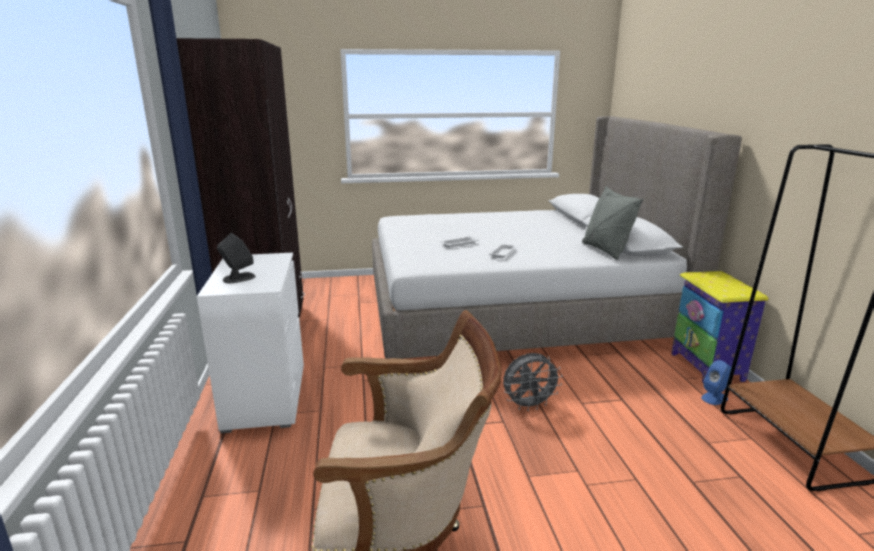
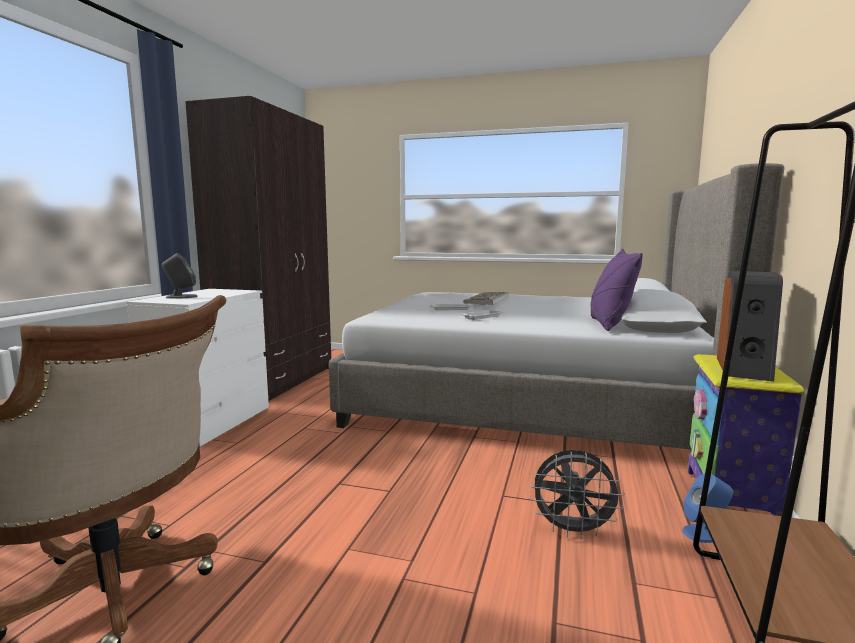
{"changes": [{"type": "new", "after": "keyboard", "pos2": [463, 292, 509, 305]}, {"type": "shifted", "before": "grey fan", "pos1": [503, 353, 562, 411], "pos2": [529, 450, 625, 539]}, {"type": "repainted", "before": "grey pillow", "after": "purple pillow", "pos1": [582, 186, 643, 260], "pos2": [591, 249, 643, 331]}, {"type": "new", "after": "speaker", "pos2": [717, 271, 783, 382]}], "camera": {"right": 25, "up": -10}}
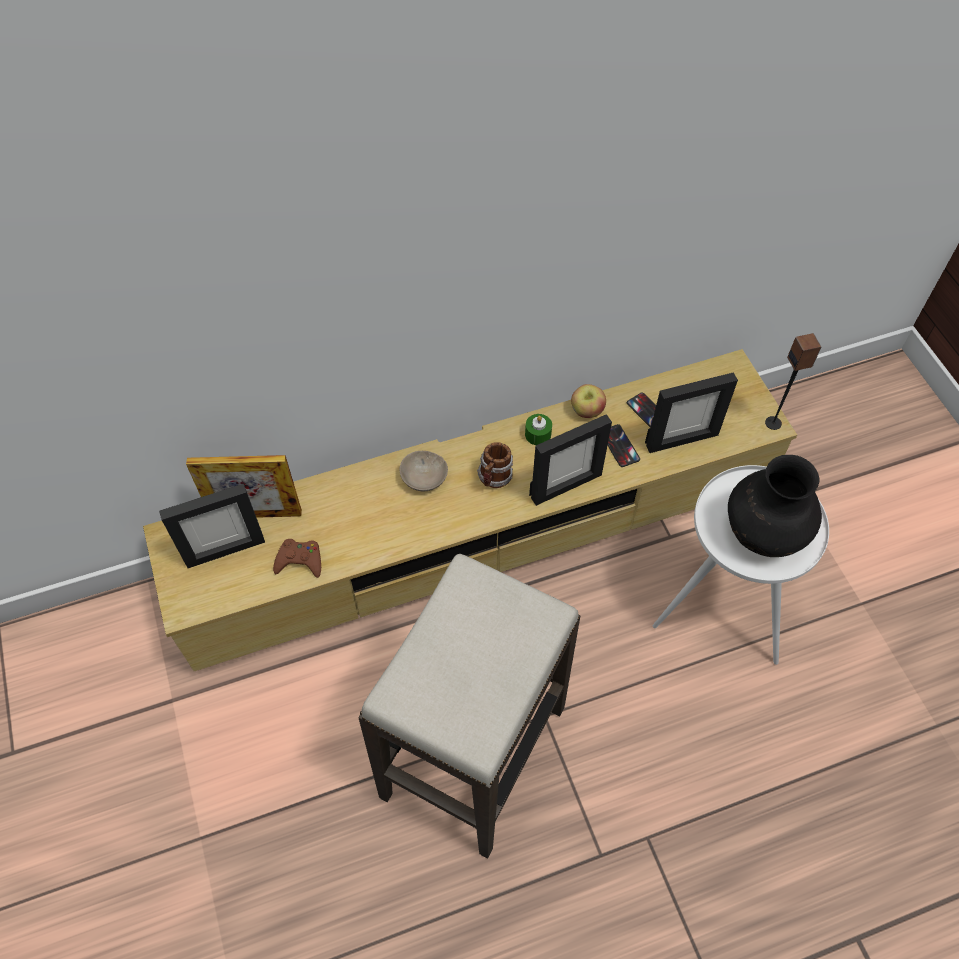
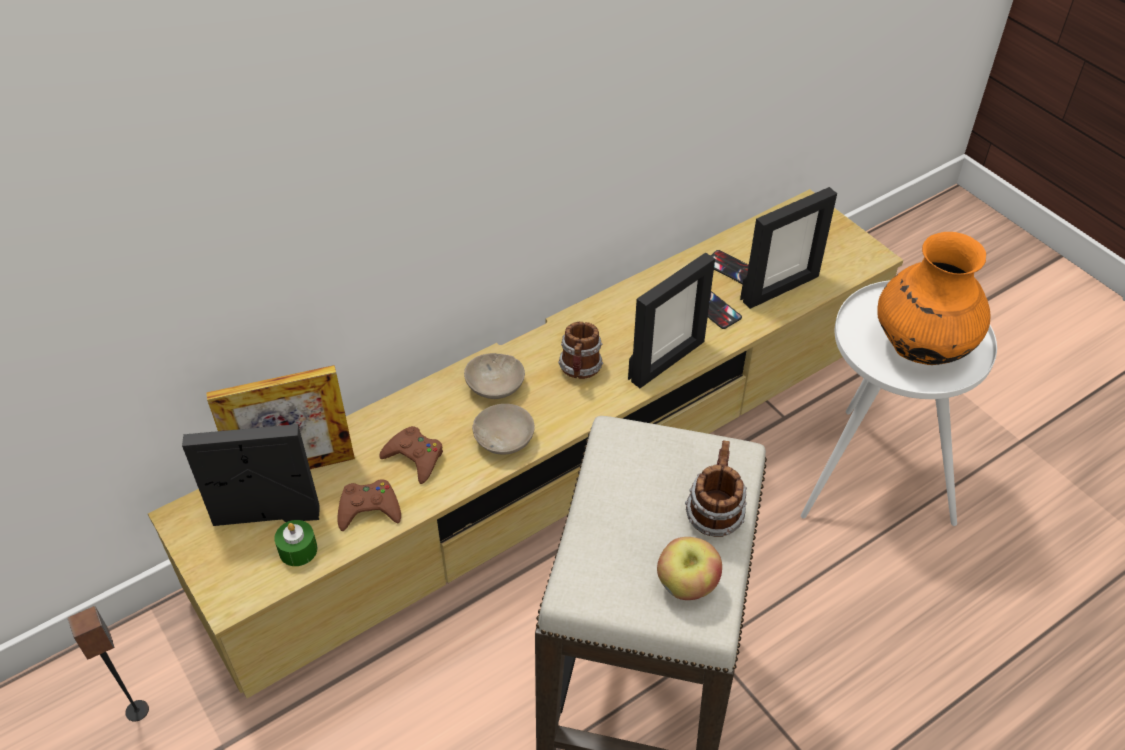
{"changes": [{"type": "shifted", "before": "speaker", "pos1": [765, 333, 821, 430], "pos2": [68, 606, 149, 722]}, {"type": "rotated", "before": "picture frame", "pos1": [159, 484, 265, 568], "pos2": [182, 424, 320, 526], "turn": -150}, {"type": "shifted", "before": "green candle", "pos1": [525, 414, 552, 445], "pos2": [274, 520, 318, 566]}, {"type": "new", "after": "brown game controller", "pos2": [379, 426, 443, 484]}, {"type": "new", "after": "beige bowl", "pos2": [472, 404, 534, 455]}, {"type": "shifted", "before": "apple", "pos1": [571, 384, 606, 418], "pos2": [657, 537, 722, 600]}, {"type": "new", "after": "mug", "pos2": [685, 440, 747, 537]}, {"type": "repainted", "before": "black vase", "after": "orange vase", "pos1": [728, 455, 822, 557], "pos2": [877, 232, 991, 365]}], "camera": {"right": -15, "up": -10}}
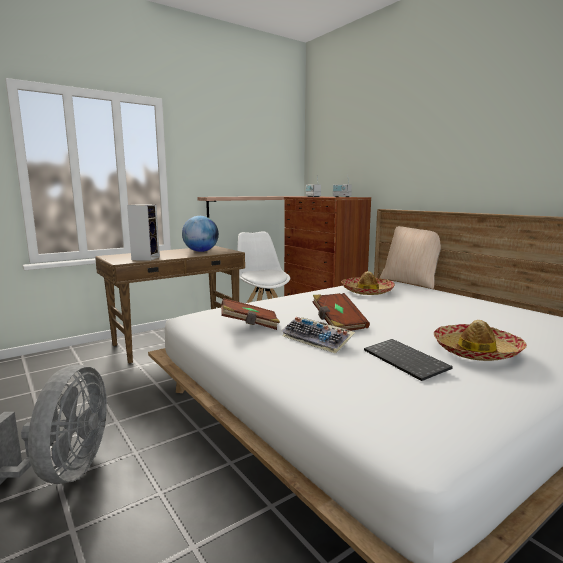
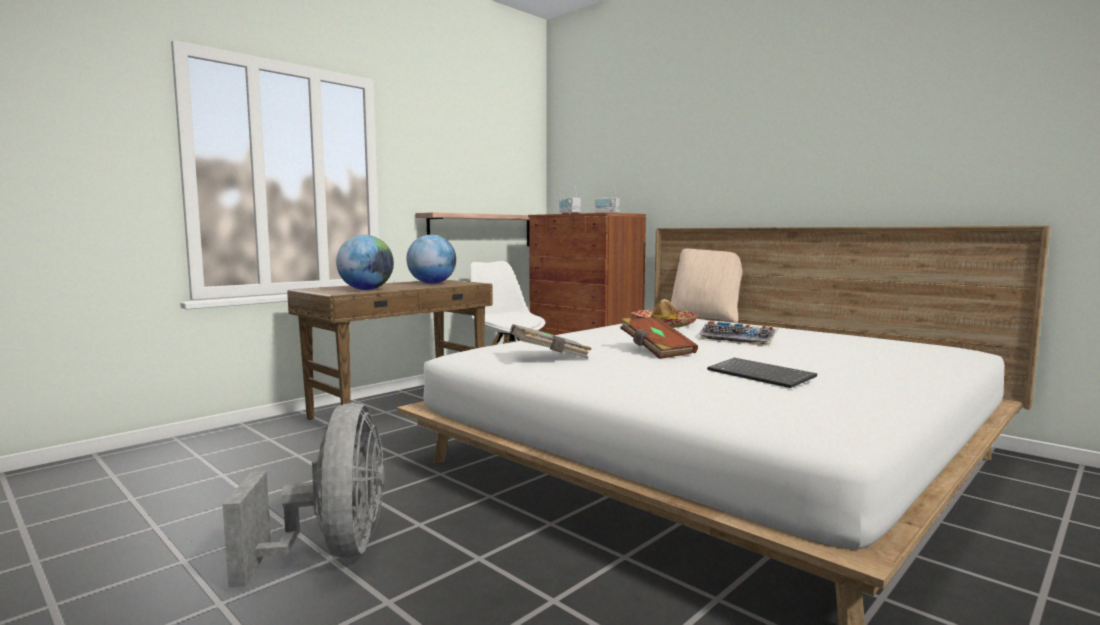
{"changes": [{"type": "swapped", "before": "speaker", "after": "globe", "pos1": [127, 204, 160, 261], "pos2": [336, 235, 394, 290]}, {"type": "repainted", "before": "brown book", "after": "grey book", "pos1": [221, 298, 280, 330], "pos2": [510, 324, 592, 359]}, {"type": "shifted", "before": "keyboard", "pos1": [282, 317, 355, 354], "pos2": [698, 321, 778, 346]}, {"type": "gone", "before": "hat", "pos1": [434, 320, 527, 361]}], "camera": {"right": -10, "up": -5}}
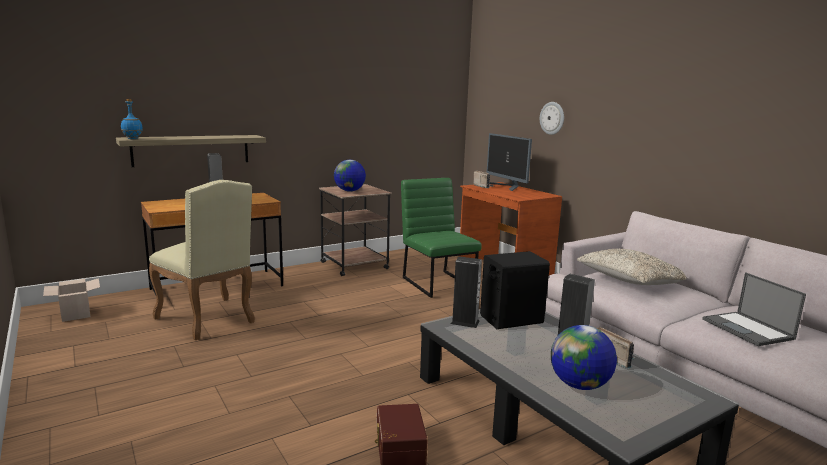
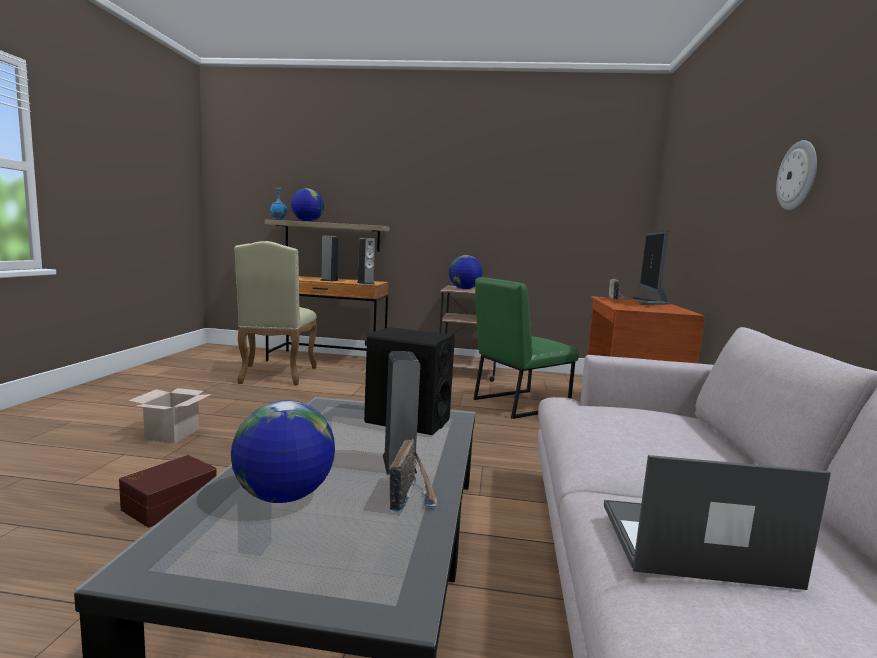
{"changes": [{"type": "shifted", "before": "cardboard box", "pos1": [43, 278, 100, 322], "pos2": [128, 388, 212, 444]}, {"type": "new", "after": "globe", "pos2": [291, 189, 324, 222]}, {"type": "shifted", "before": "speaker", "pos1": [451, 256, 482, 328], "pos2": [357, 238, 375, 284]}, {"type": "rotated", "before": "green chair", "pos1": [401, 178, 482, 298], "pos2": [474, 277, 579, 419], "turn": -135}, {"type": "rotated", "before": "laptop", "pos1": [702, 272, 806, 346], "pos2": [604, 455, 831, 590], "turn": 75}, {"type": "shifted", "before": "wall clock", "pos1": [540, 102, 564, 135], "pos2": [776, 140, 817, 210]}, {"type": "gone", "before": "beige pillow", "pos1": [577, 249, 686, 285]}], "camera": {"right": 40, "up": -5}}
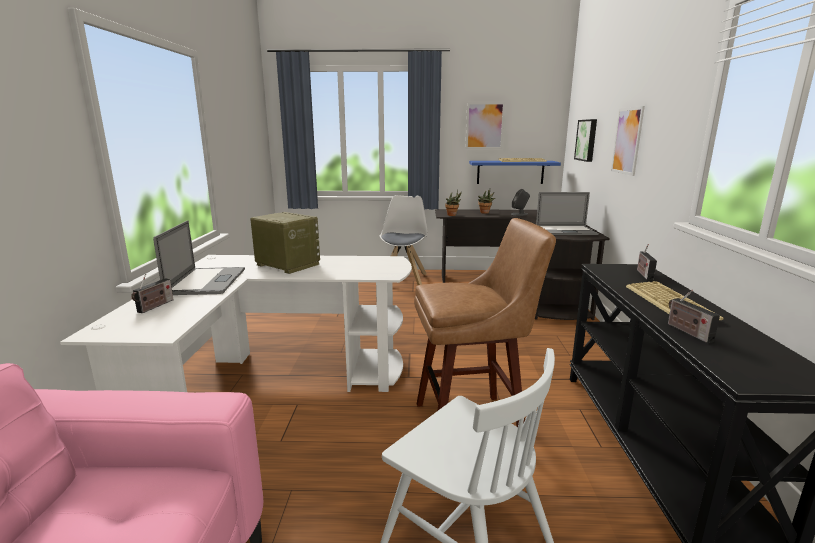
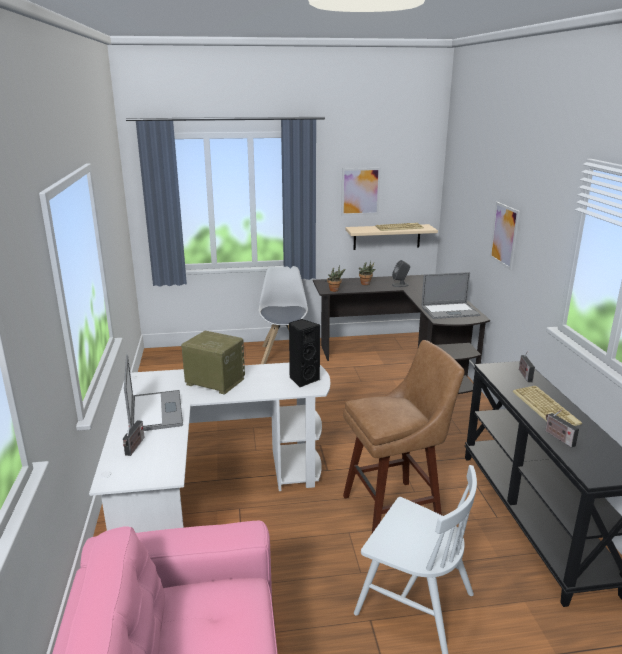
{"changes": [{"type": "new", "after": "black speaker", "pos2": [289, 319, 320, 387]}, {"type": "repainted", "before": "blue shelf", "after": "beige shelf", "pos1": [469, 161, 561, 184], "pos2": [345, 224, 438, 250]}, {"type": "gone", "before": "picture", "pos1": [574, 119, 597, 162]}], "camera": {"right": -10, "up": 5}}
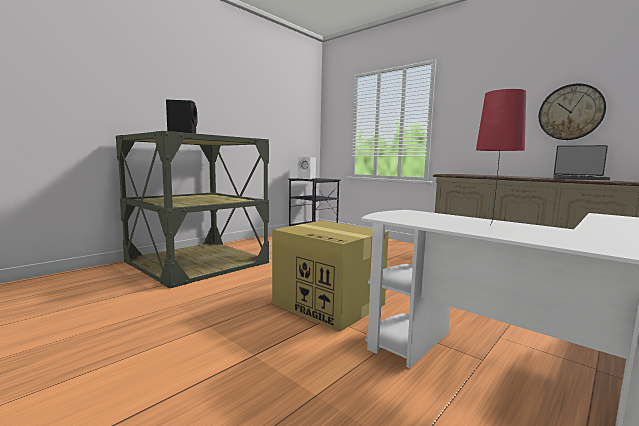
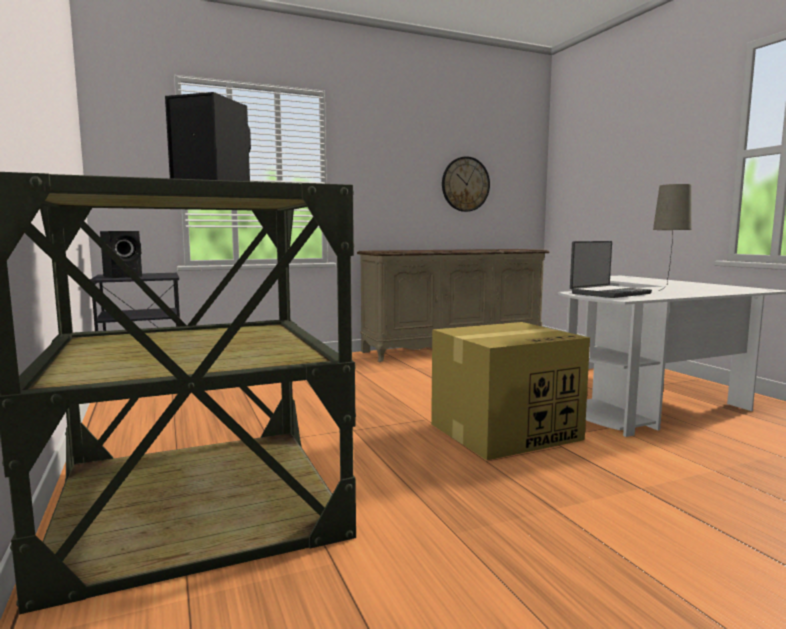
{"changes": [{"type": "repainted", "before": "white speaker", "after": "black speaker", "pos1": [298, 157, 316, 179], "pos2": [100, 231, 142, 278]}, {"type": "shifted", "before": "laptop", "pos1": [554, 145, 610, 180], "pos2": [570, 241, 652, 298]}, {"type": "repainted", "before": "red table lamp", "after": "beige table lamp", "pos1": [476, 89, 526, 225], "pos2": [653, 184, 691, 291]}], "camera": {"right": -65, "up": 0}}
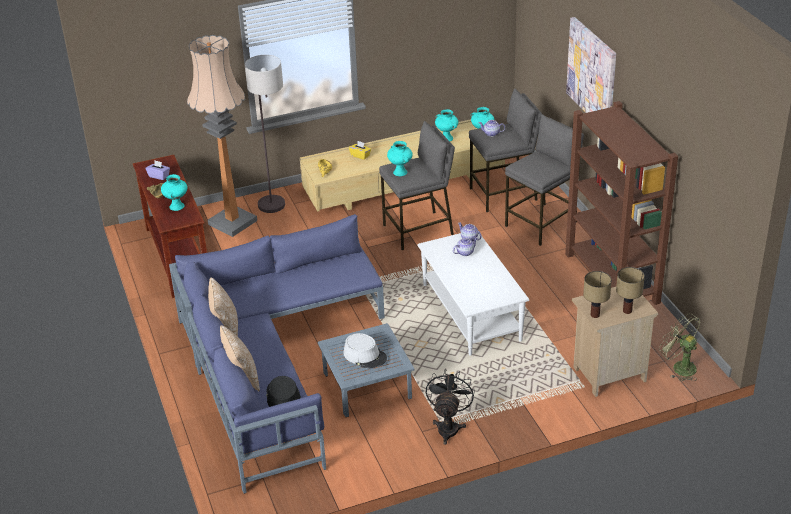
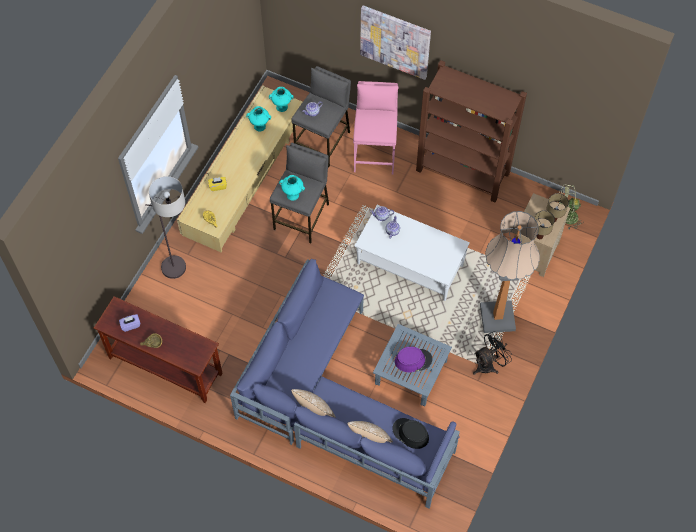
{"changes": [{"type": "repainted", "before": "grey stool", "after": "pink stool", "pos1": [505, 114, 584, 246], "pos2": [353, 81, 399, 174]}, {"type": "repainted", "before": "grey hat", "after": "purple hat", "pos1": [343, 333, 387, 368], "pos2": [395, 346, 433, 372]}, {"type": "rotated", "before": "black fan", "pos1": [426, 371, 475, 445], "pos2": [473, 331, 512, 375], "turn": 90}, {"type": "shifted", "before": "floor lamp", "pos1": [187, 35, 257, 237], "pos2": [480, 211, 540, 333]}, {"type": "gone", "before": "turquoise vase", "pos1": [161, 174, 188, 211]}], "camera": {"right": -45, "up": 25}}
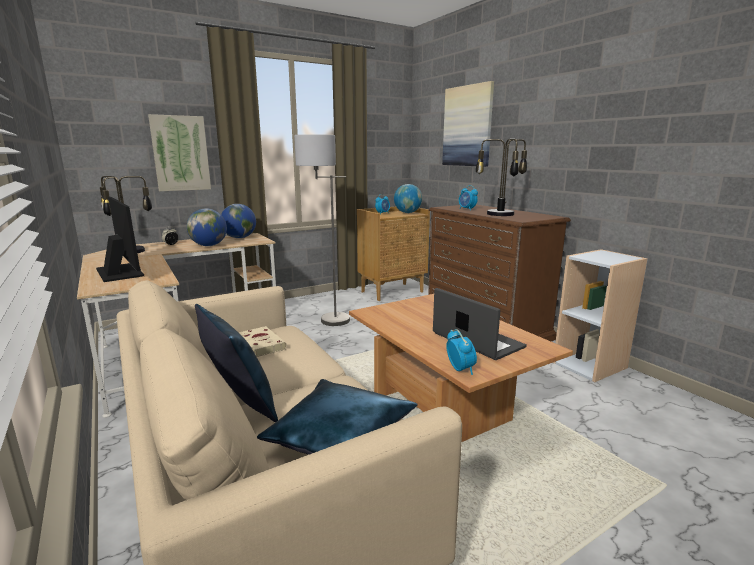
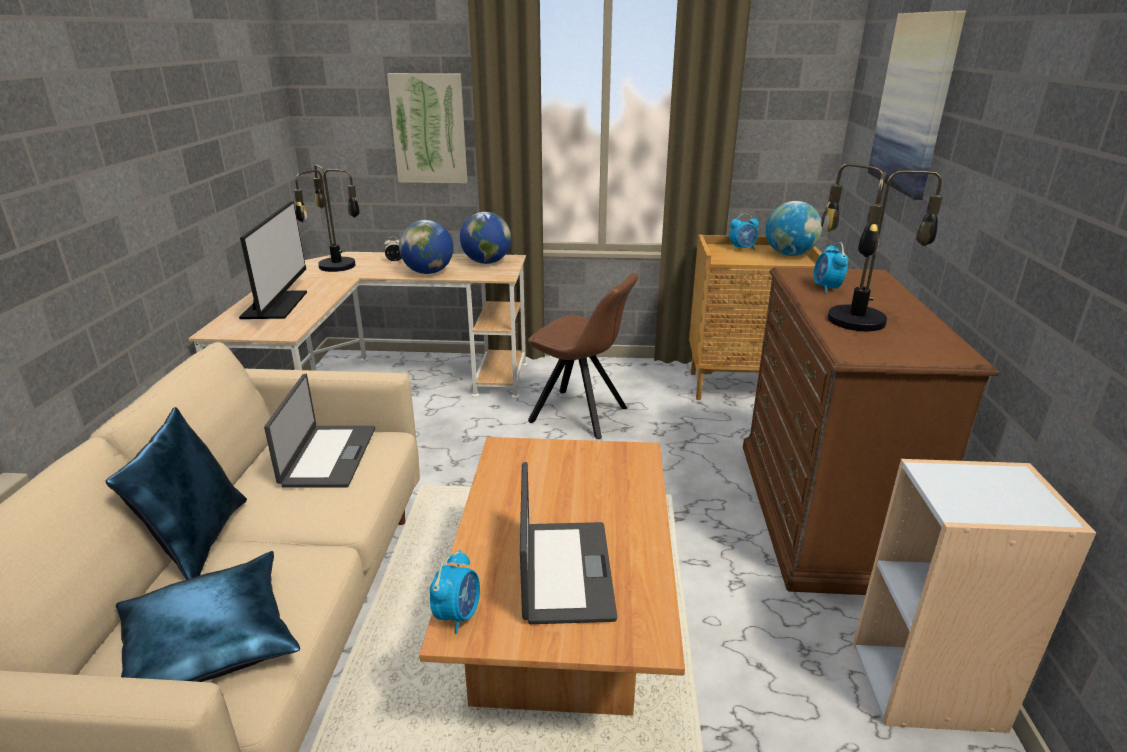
{"changes": [{"type": "swapped", "before": "beige book", "after": "laptop", "pos1": [238, 326, 287, 357], "pos2": [264, 374, 375, 488]}, {"type": "swapped", "before": "grey floor lamp", "after": "brown chair", "pos1": [294, 134, 350, 326], "pos2": [528, 273, 638, 439]}], "camera": {"right": 35, "up": 10}}
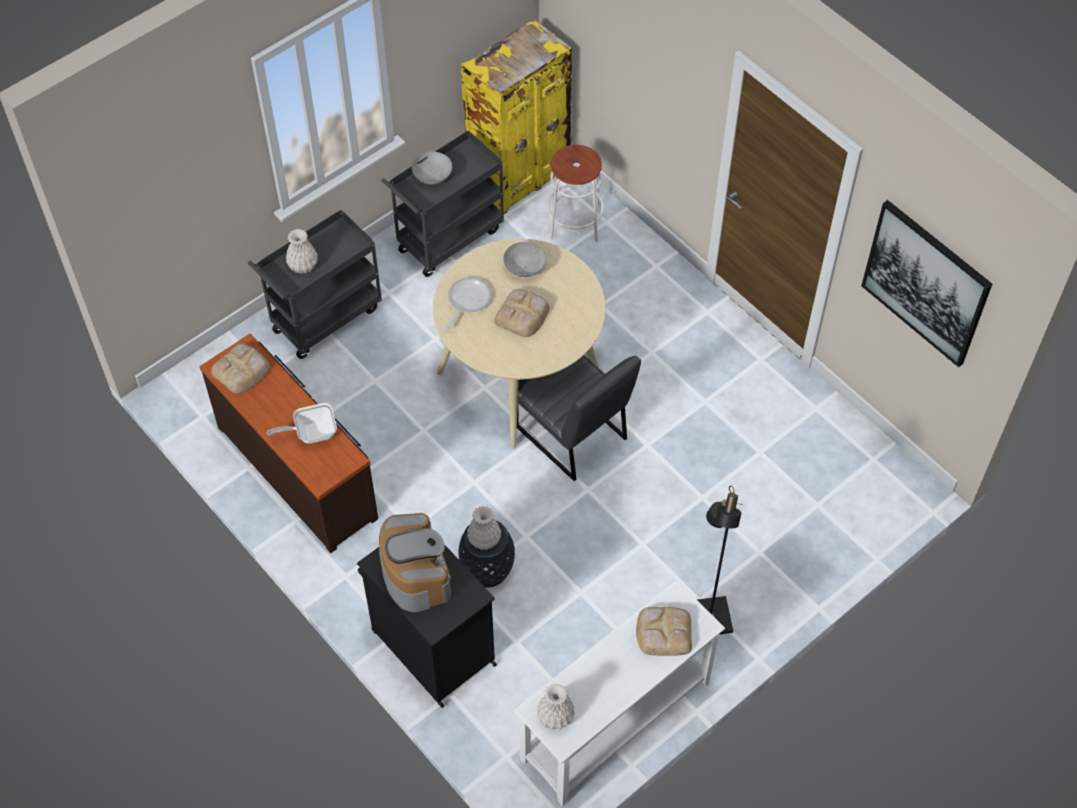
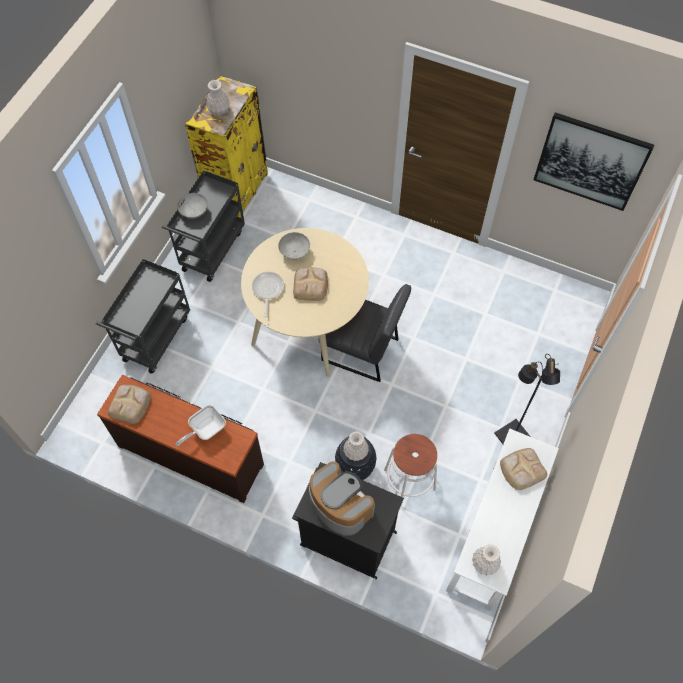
{"changes": [{"type": "shifted", "before": "white vase", "pos1": [286, 229, 318, 274], "pos2": [206, 80, 230, 116]}, {"type": "shifted", "before": "white stool", "pos1": [546, 145, 604, 242], "pos2": [384, 434, 437, 497]}], "camera": {"right": -25, "up": 5}}
